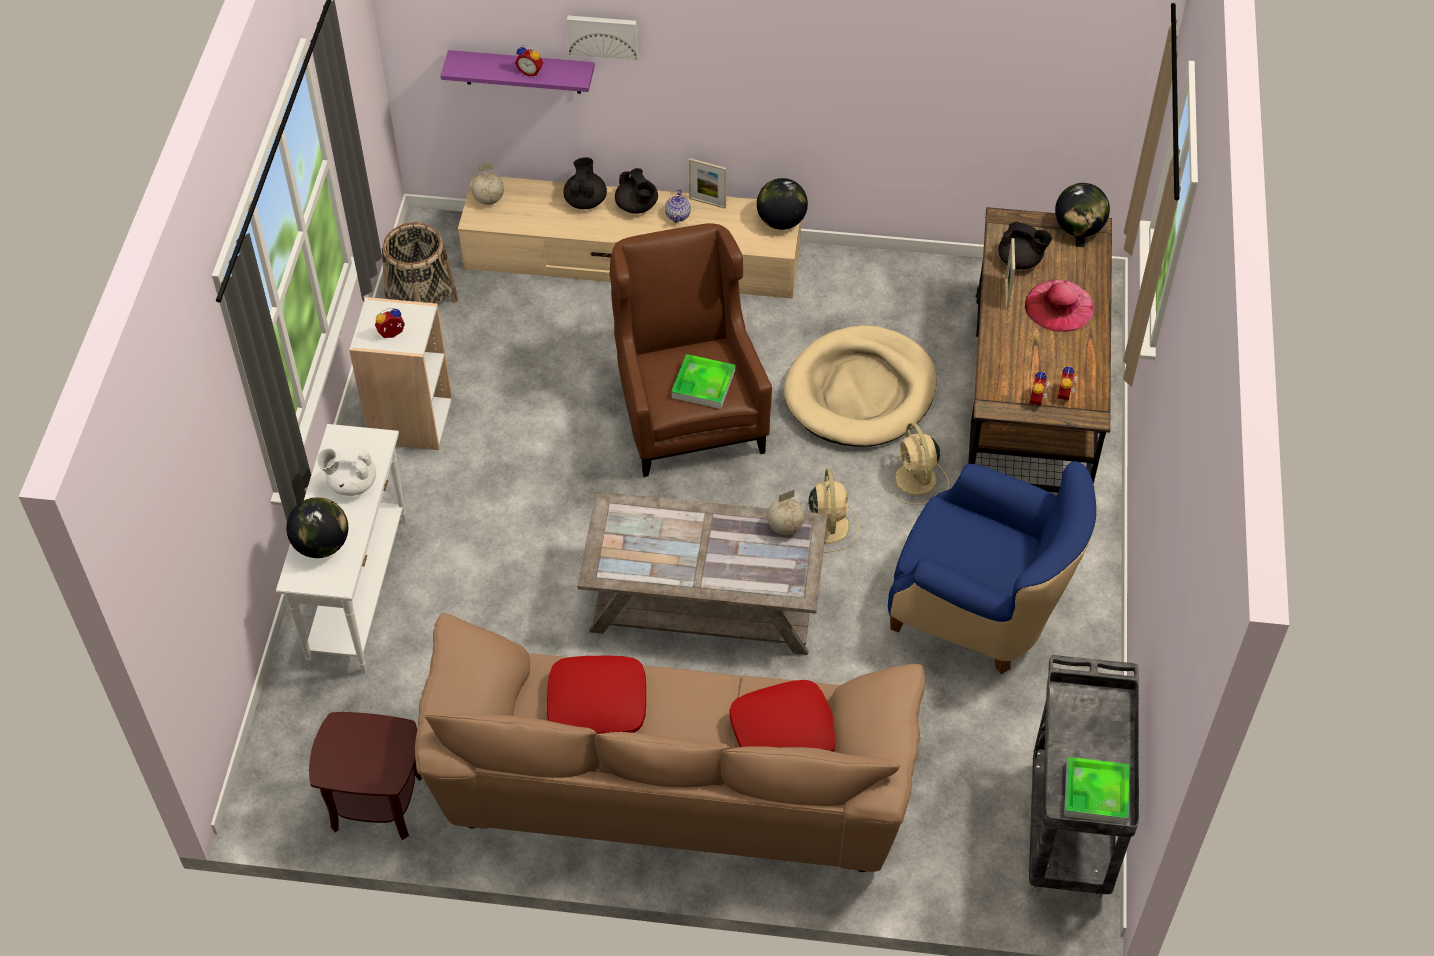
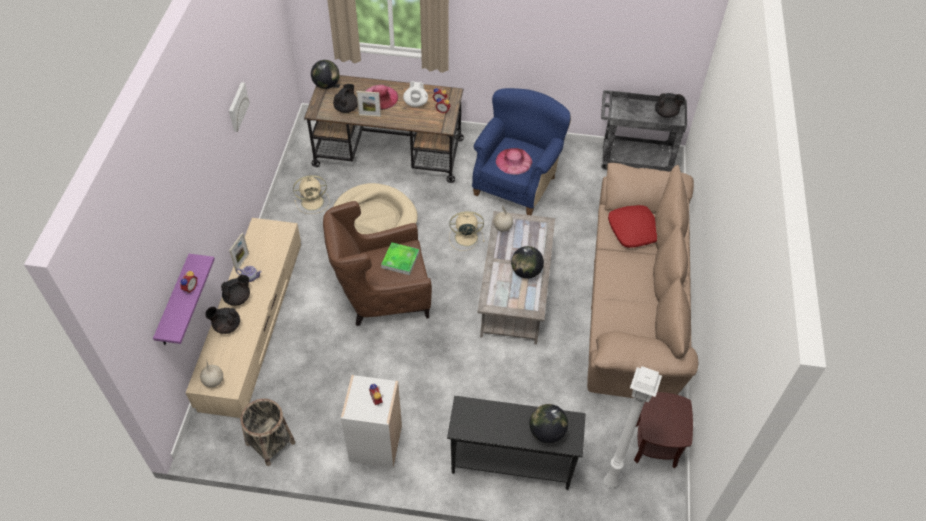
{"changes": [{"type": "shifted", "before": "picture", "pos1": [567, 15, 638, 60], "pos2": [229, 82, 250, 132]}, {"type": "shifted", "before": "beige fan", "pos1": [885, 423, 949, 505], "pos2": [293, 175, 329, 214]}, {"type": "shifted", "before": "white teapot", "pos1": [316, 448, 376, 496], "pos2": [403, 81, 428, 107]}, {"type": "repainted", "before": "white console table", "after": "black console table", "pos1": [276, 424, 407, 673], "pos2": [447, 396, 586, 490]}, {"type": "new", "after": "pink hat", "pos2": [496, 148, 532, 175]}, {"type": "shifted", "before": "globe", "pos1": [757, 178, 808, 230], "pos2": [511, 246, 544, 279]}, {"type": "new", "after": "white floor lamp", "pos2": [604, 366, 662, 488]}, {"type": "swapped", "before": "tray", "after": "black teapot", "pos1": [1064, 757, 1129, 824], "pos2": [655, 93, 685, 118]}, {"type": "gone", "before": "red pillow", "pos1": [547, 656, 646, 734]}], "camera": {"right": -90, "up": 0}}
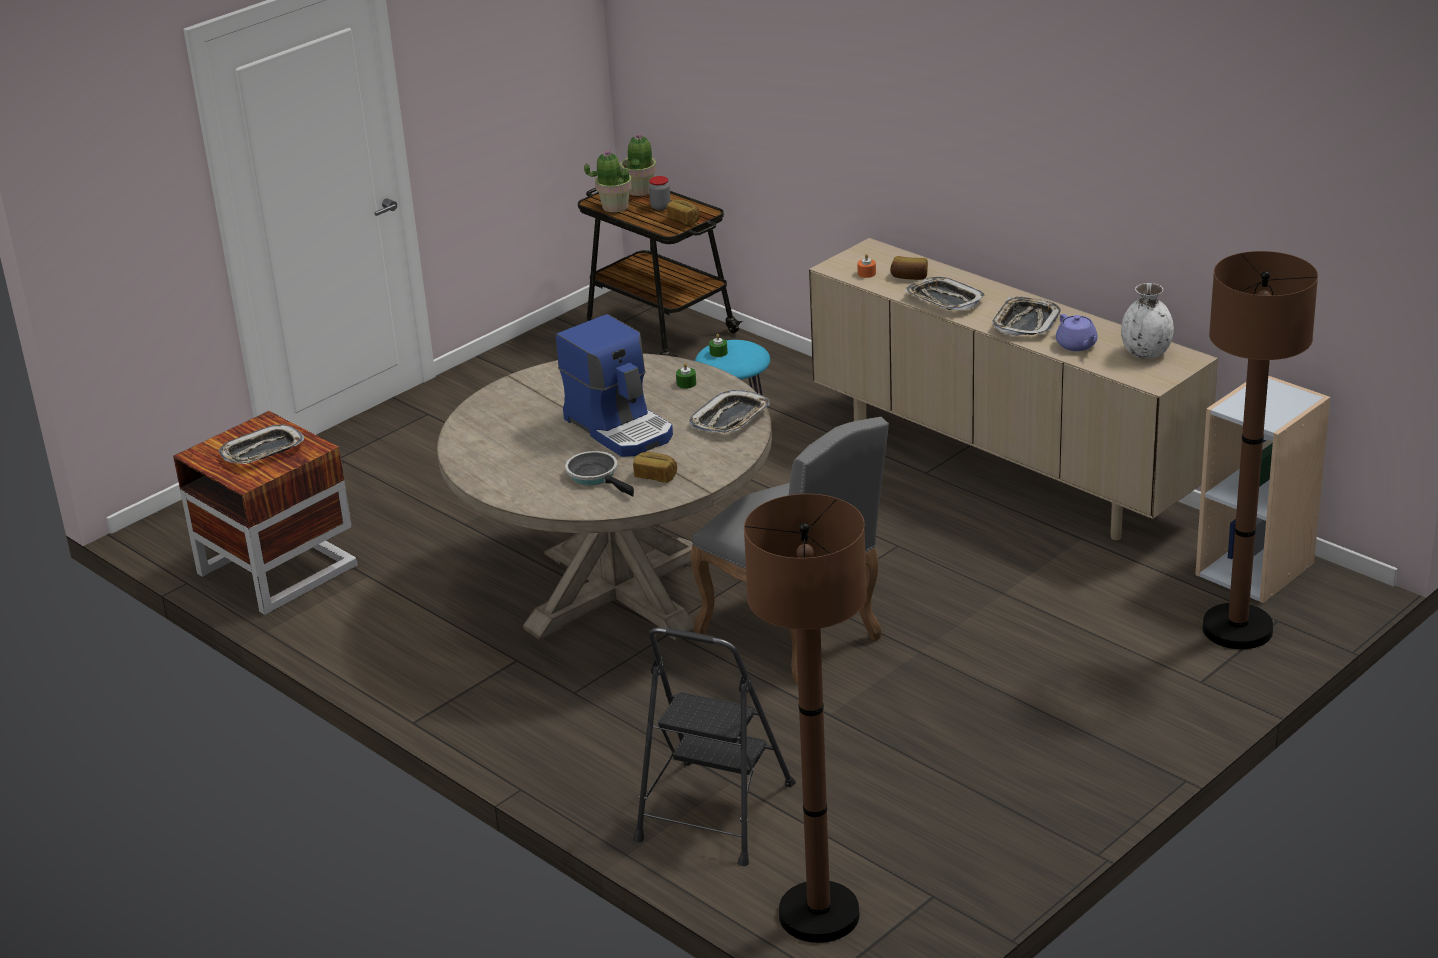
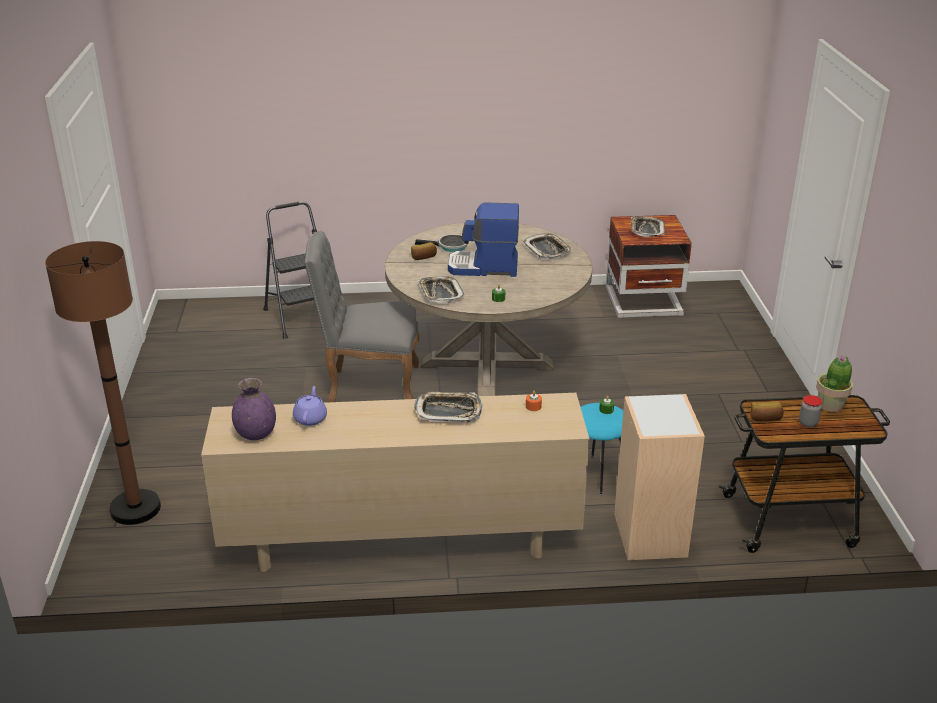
{"changes": [{"type": "repainted", "before": "white vase", "after": "purple vase", "pos1": [1121, 283, 1174, 359], "pos2": [232, 378, 276, 440]}, {"type": "rotated", "before": "purple teapot", "pos1": [1056, 314, 1098, 351], "pos2": [293, 386, 327, 426], "turn": 75}, {"type": "shifted", "before": "tray", "pos1": [992, 297, 1060, 336], "pos2": [523, 233, 573, 259]}, {"type": "shifted", "before": "bookcase", "pos1": [1195, 376, 1330, 603], "pos2": [614, 394, 705, 560]}, {"type": "gone", "before": "potted plant", "pos1": [620, 134, 656, 196]}, {"type": "gone", "before": "brown floor lamp", "pos1": [744, 494, 867, 943]}, {"type": "gone", "before": "bread", "pos1": [890, 256, 928, 280]}], "camera": {"right": 130, "up": 0}}
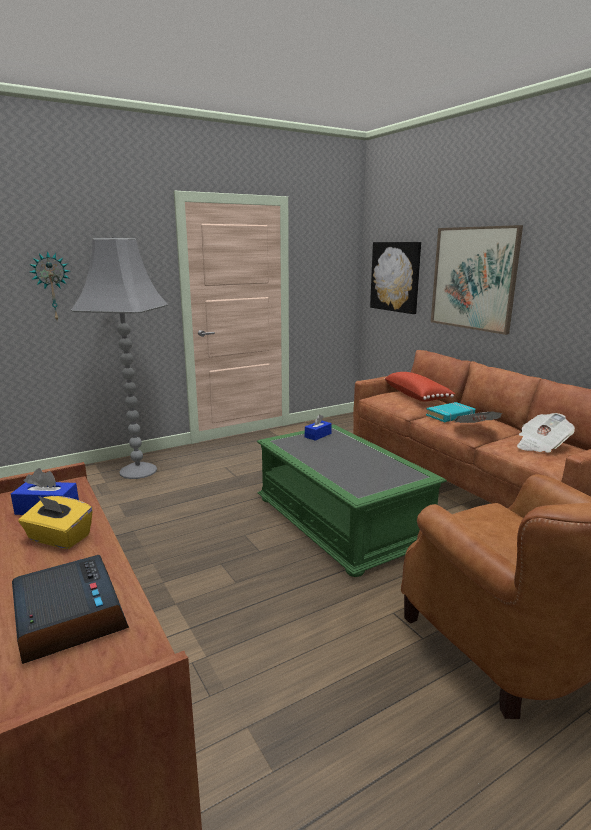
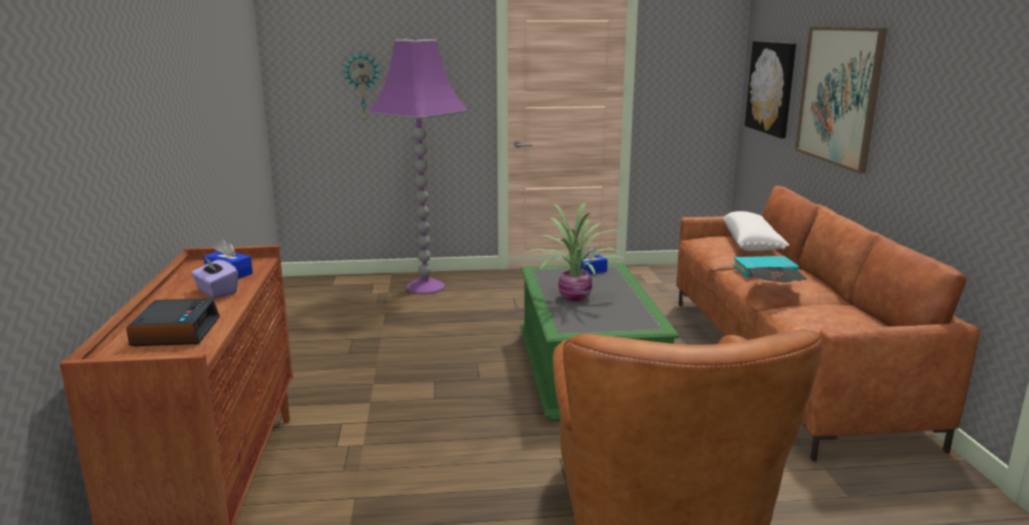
{"changes": [{"type": "repainted", "before": "yellow tissue box", "after": "purple tissue box", "pos1": [19, 495, 93, 549], "pos2": [191, 256, 238, 299]}, {"type": "repainted", "before": "grey floor lamp", "after": "purple floor lamp", "pos1": [71, 237, 168, 479], "pos2": [368, 38, 468, 294]}, {"type": "new", "after": "potted plant", "pos2": [524, 203, 624, 301]}, {"type": "repainted", "before": "red pillow", "after": "white pillow", "pos1": [384, 372, 455, 402], "pos2": [723, 211, 789, 251]}, {"type": "gone", "before": "newspaper", "pos1": [517, 413, 575, 453]}], "camera": {"right": 25, "up": 0}}
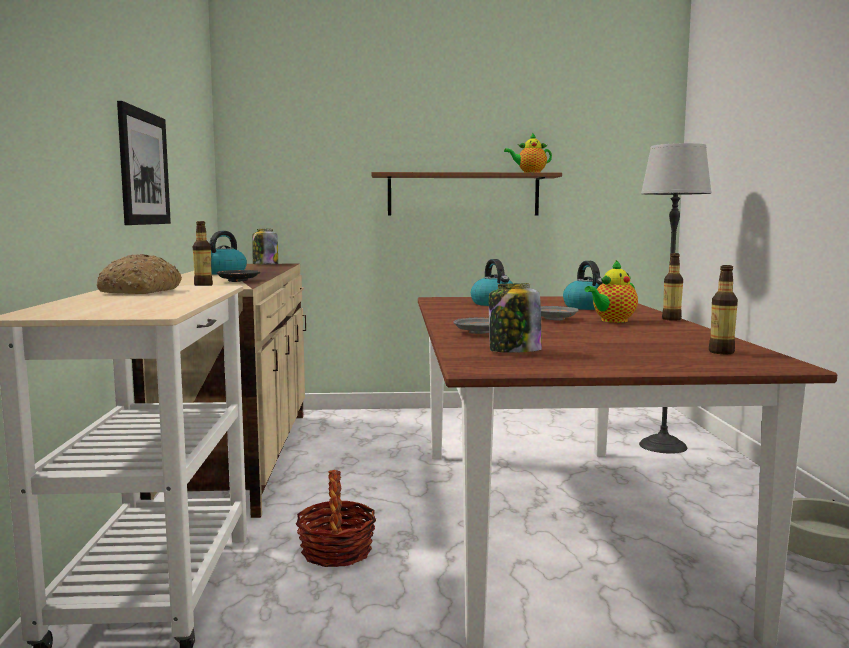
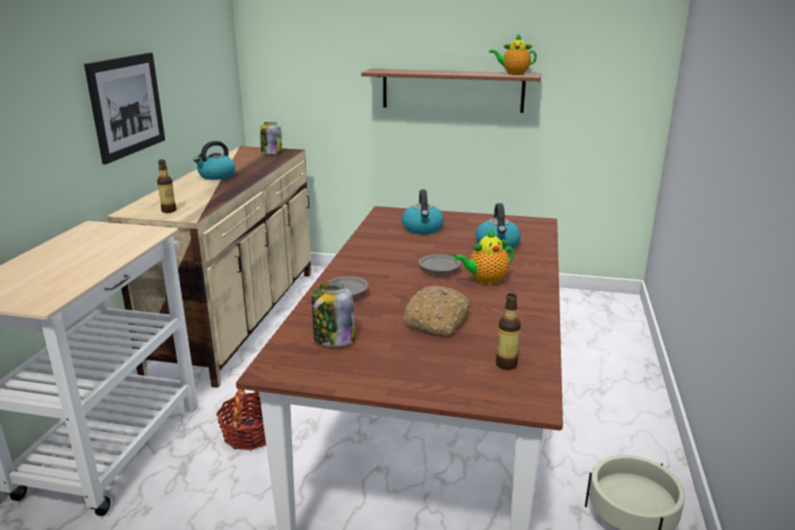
{"changes": [{"type": "shifted", "before": "bread", "pos1": [97, 254, 182, 294], "pos2": [404, 286, 470, 335]}, {"type": "gone", "before": "black plate", "pos1": [216, 270, 260, 282]}, {"type": "gone", "before": "floor lamp", "pos1": [639, 143, 712, 454]}, {"type": "gone", "before": "bottle", "pos1": [662, 253, 683, 321]}], "camera": {"right": 15, "up": 15}}
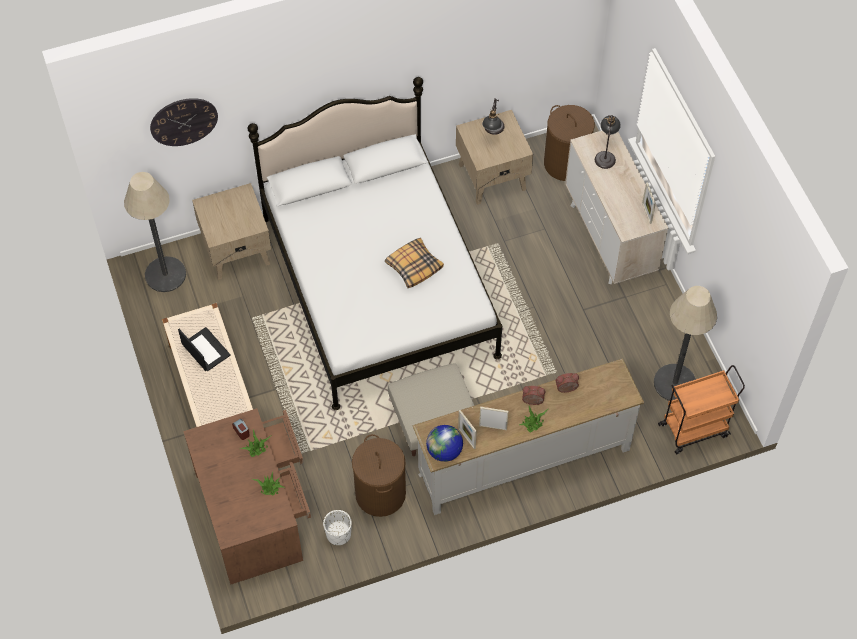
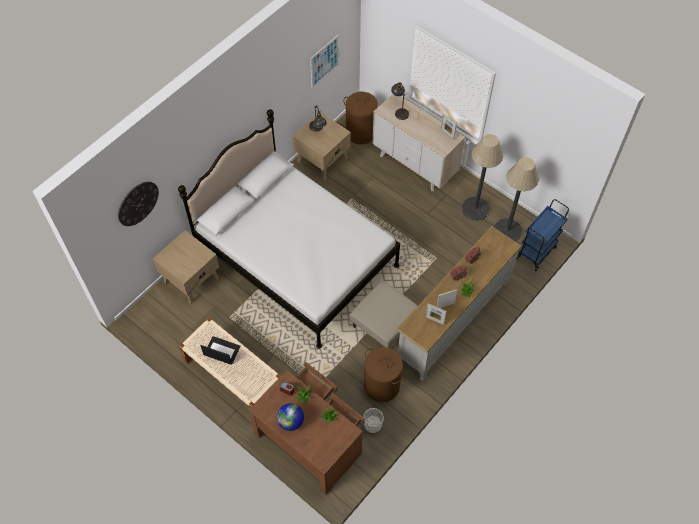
{"changes": [{"type": "shifted", "before": "globe", "pos1": [426, 425, 463, 462], "pos2": [277, 403, 304, 431]}, {"type": "new", "after": "picture", "pos2": [310, 34, 340, 88]}, {"type": "shifted", "before": "floor lamp", "pos1": [124, 172, 186, 292], "pos2": [462, 134, 503, 220]}, {"type": "repainted", "before": "orange cart", "after": "blue cart", "pos1": [658, 365, 745, 455], "pos2": [516, 199, 569, 272]}, {"type": "gone", "before": "pillow", "pos1": [385, 238, 444, 288]}], "camera": {"right": -30, "up": 0}}
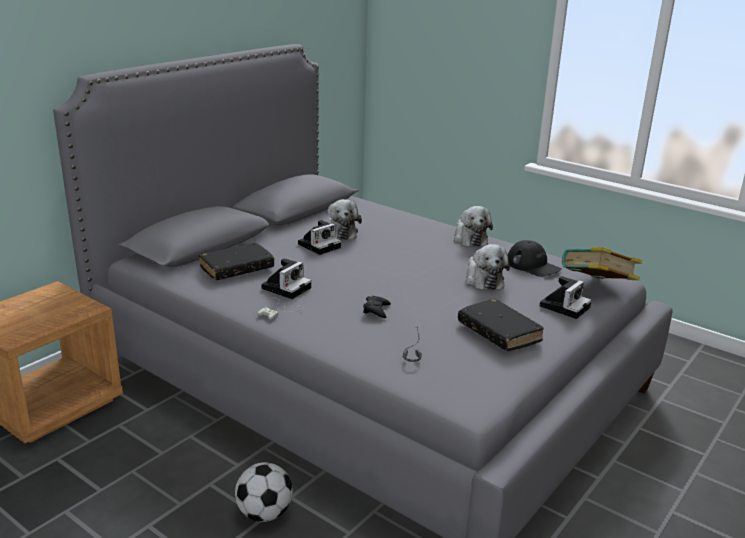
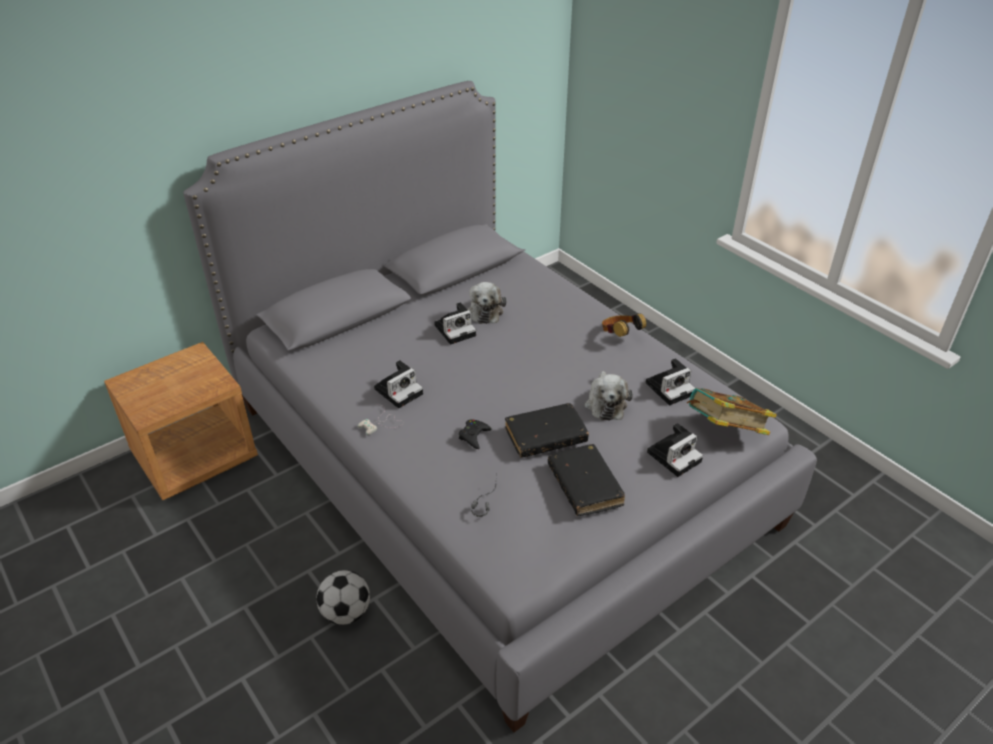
{"changes": [{"type": "shifted", "before": "black book", "pos1": [199, 243, 274, 280], "pos2": [505, 403, 589, 458]}, {"type": "swapped", "before": "plush toy", "after": "headphones", "pos1": [454, 206, 493, 247], "pos2": [602, 313, 646, 337]}, {"type": "swapped", "before": "black cap", "after": "photo camera", "pos1": [508, 240, 562, 277], "pos2": [646, 358, 695, 405]}], "camera": {"right": 15, "up": 15}}
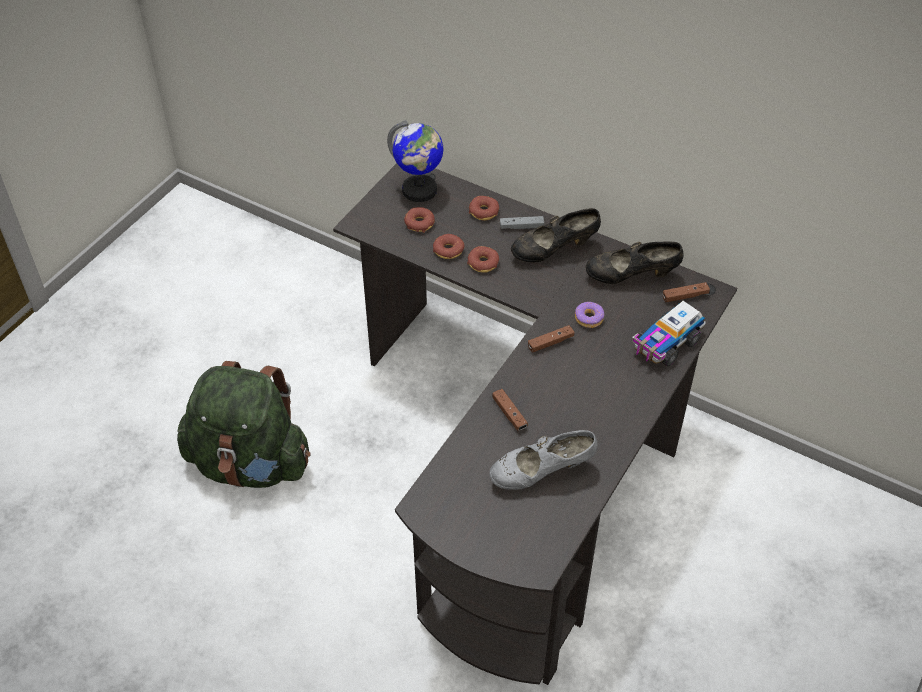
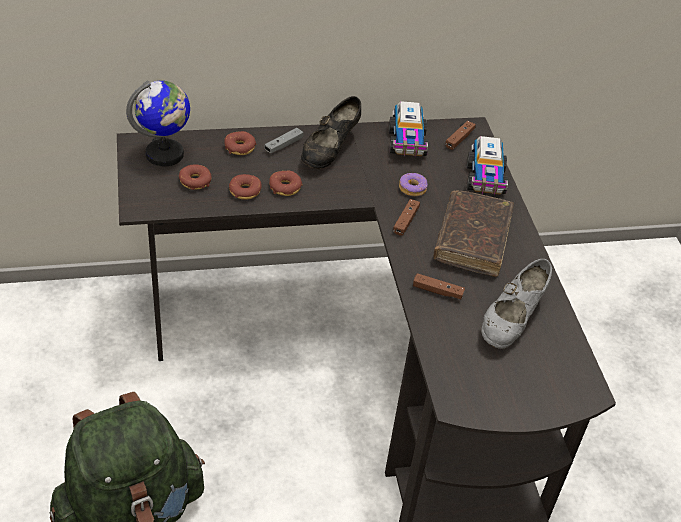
{"changes": [{"type": "swapped", "before": "black shoe", "after": "toy truck", "pos1": [585, 241, 684, 284], "pos2": [389, 101, 428, 157]}, {"type": "new", "after": "brown book", "pos2": [433, 190, 514, 277]}], "camera": {"right": -45, "up": -5}}
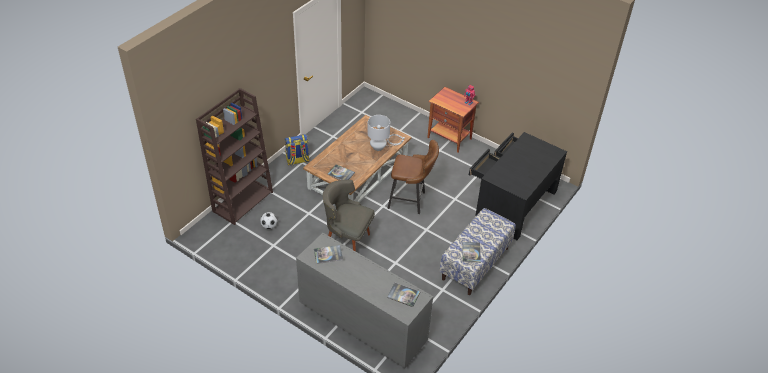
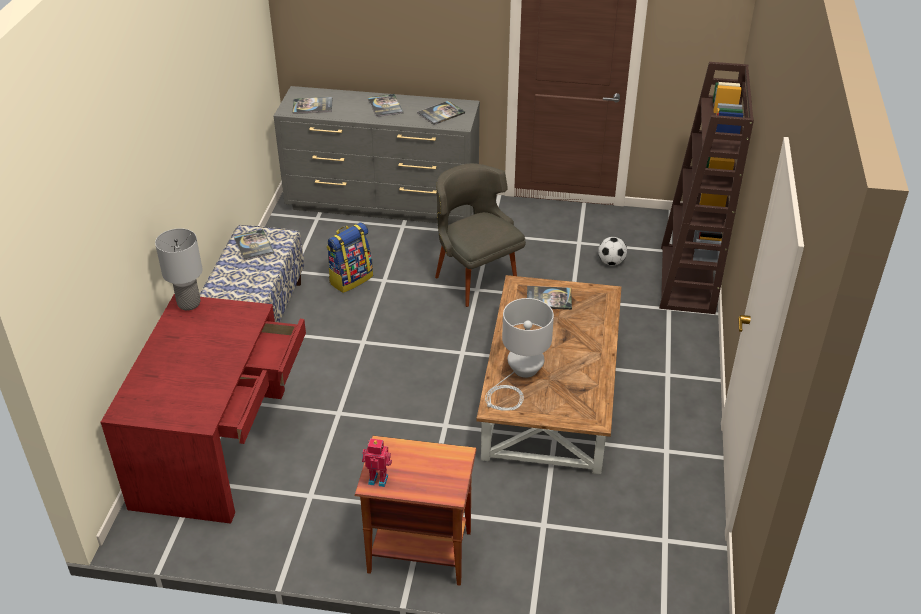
{"changes": [{"type": "repainted", "before": "black desk", "after": "red desk", "pos1": [469, 132, 567, 240], "pos2": [100, 294, 306, 524]}, {"type": "new", "after": "grey table lamp", "pos2": [155, 228, 203, 310]}, {"type": "shifted", "before": "backpack", "pos1": [285, 134, 310, 166], "pos2": [327, 222, 373, 293]}, {"type": "new", "after": "book", "pos2": [368, 94, 404, 117]}, {"type": "rotated", "before": "grey chair", "pos1": [322, 180, 375, 251], "pos2": [435, 163, 526, 307], "turn": -120}, {"type": "gone", "before": "brown stool", "pos1": [387, 140, 439, 214]}], "camera": {"right": 155, "up": -5}}
